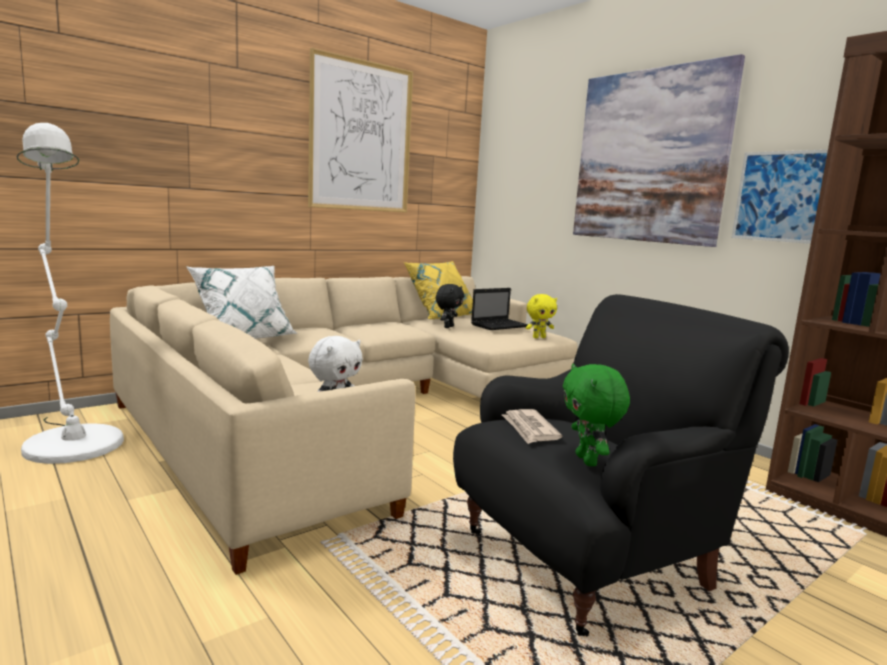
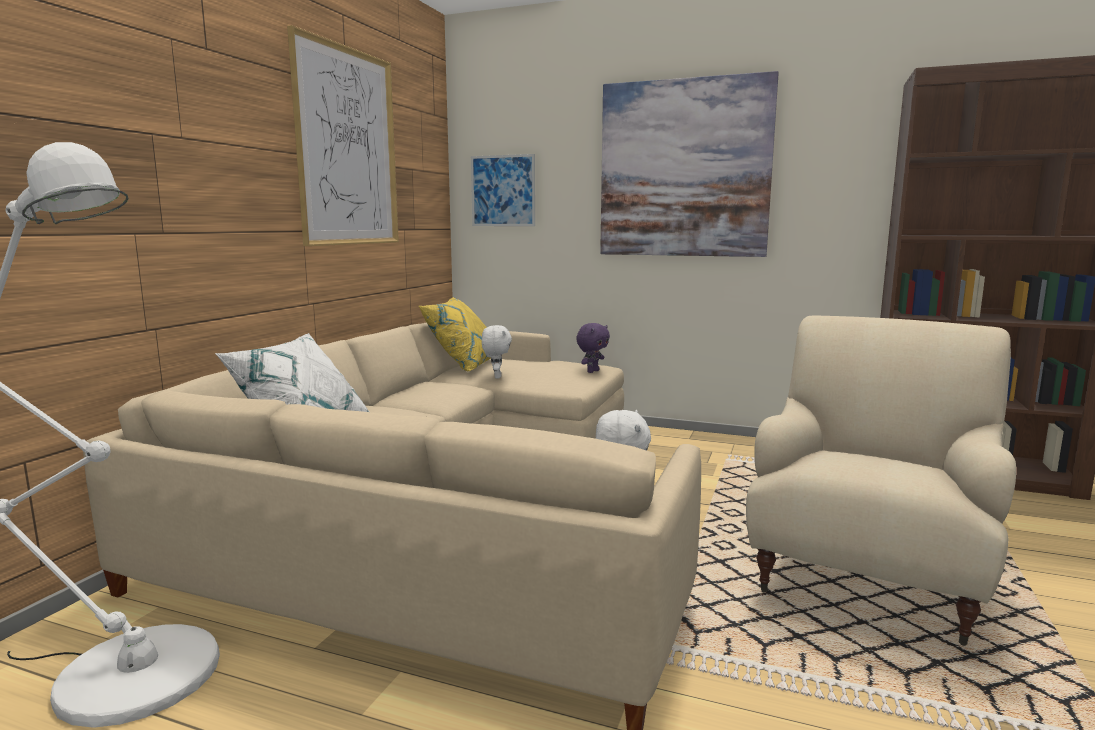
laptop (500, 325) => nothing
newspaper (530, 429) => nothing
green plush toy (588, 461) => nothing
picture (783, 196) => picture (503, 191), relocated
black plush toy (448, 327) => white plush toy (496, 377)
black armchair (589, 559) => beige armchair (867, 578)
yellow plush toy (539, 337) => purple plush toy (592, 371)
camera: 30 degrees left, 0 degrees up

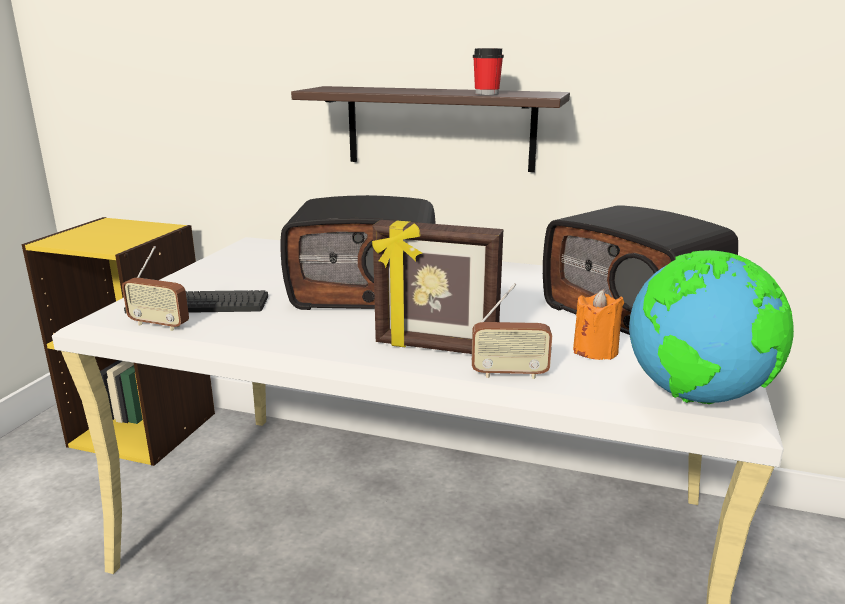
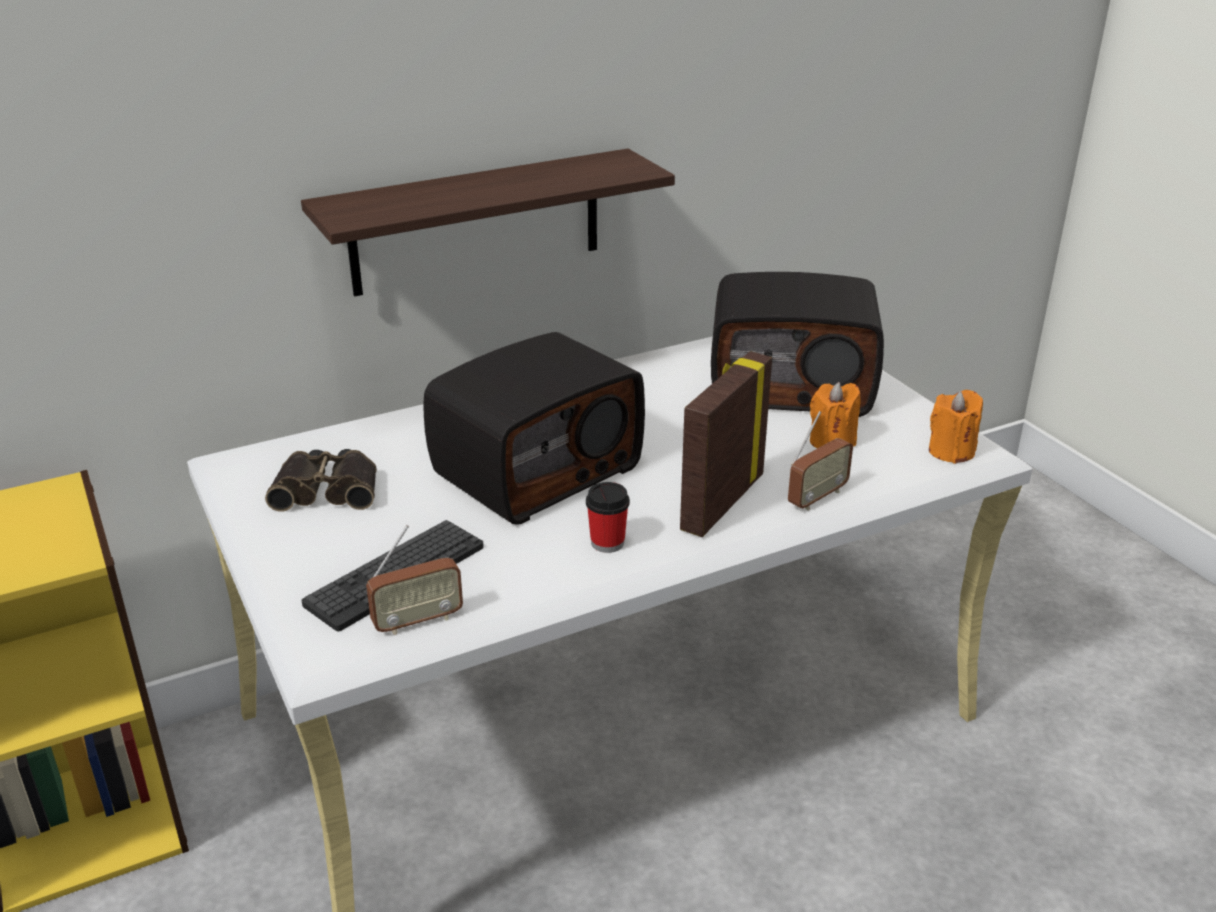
nothing => binoculars (328, 489)
cup (486, 94) => cup (607, 543), relocated
globe (697, 397) => orange candle (951, 451)
picture frame (435, 347) => picture frame (720, 502), 150 degrees clockwise
camera: 45 degrees left, 10 degrees up

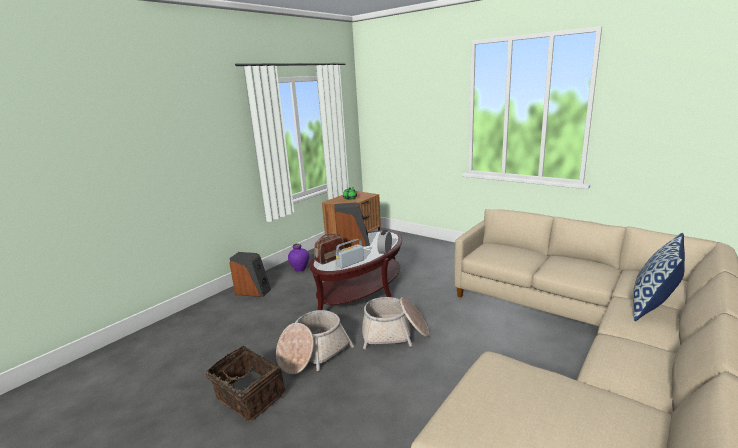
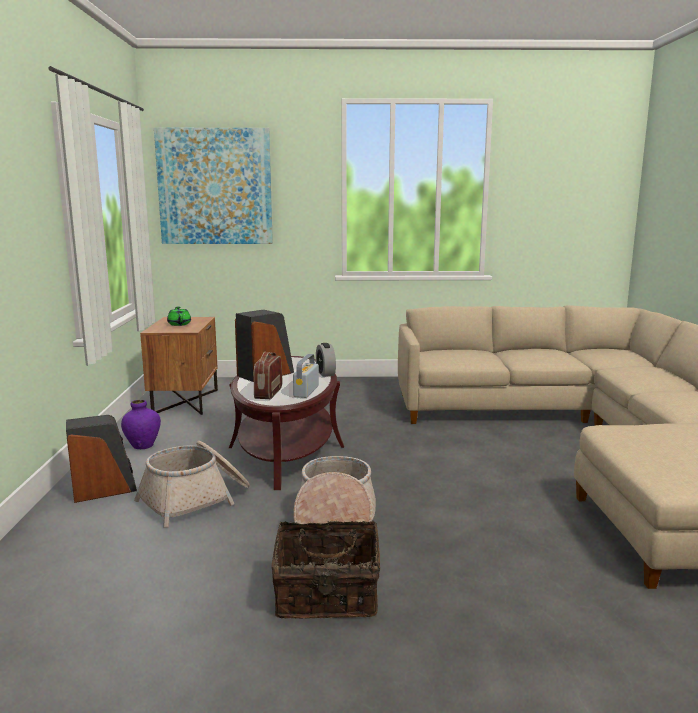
pillow (652, 307) => nothing
nothing => picture (215, 187)
basket (394, 334) => basket (196, 499), relocated
camera: 40 degrees left, 5 degrees down

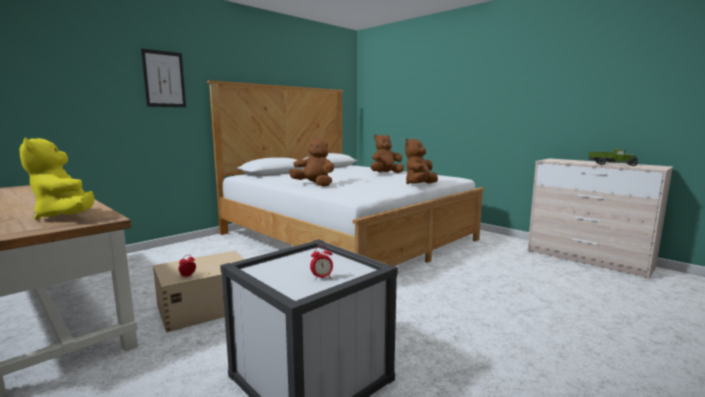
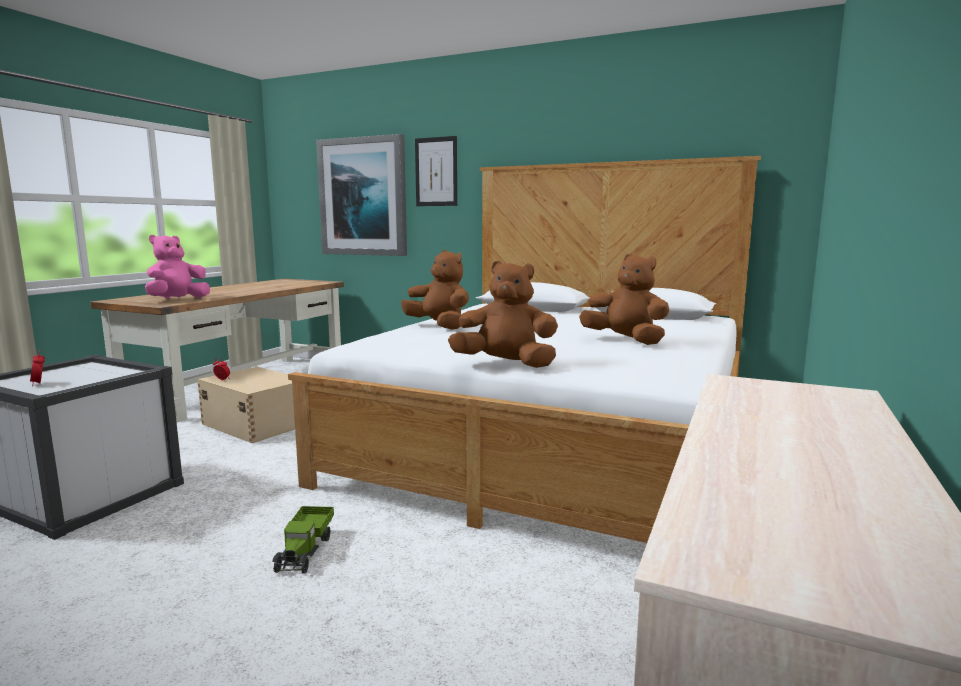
nothing => picture (363, 197)
toy truck (611, 164) => toy truck (305, 550), relocated
yellow plush toy (66, 216) => pink plush toy (177, 299)
brown plush toy (314, 185) => brown plush toy (439, 326), 60 degrees counterclockwise
camera: 70 degrees right, 0 degrees up

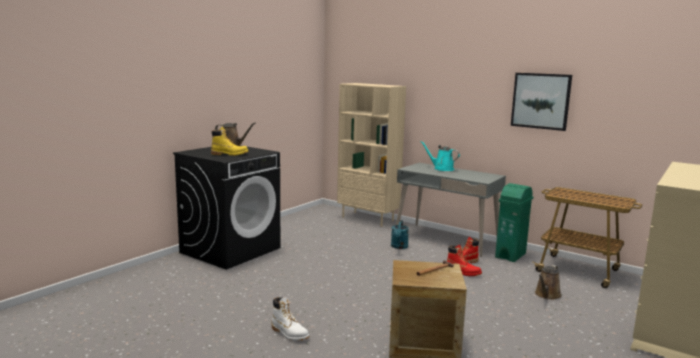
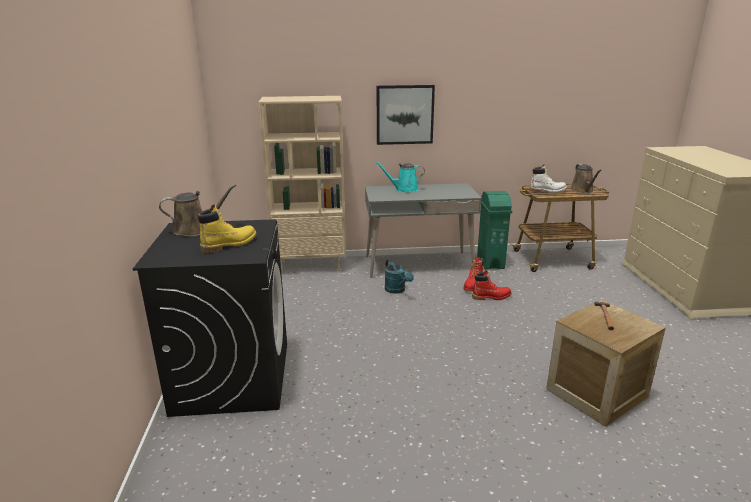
white boot (289, 334) => white boot (547, 191), relocated
picture (540, 101) => picture (404, 114), relocated
brown watering can (547, 295) => brown watering can (583, 190), relocated
camera: 40 degrees left, 10 degrees up

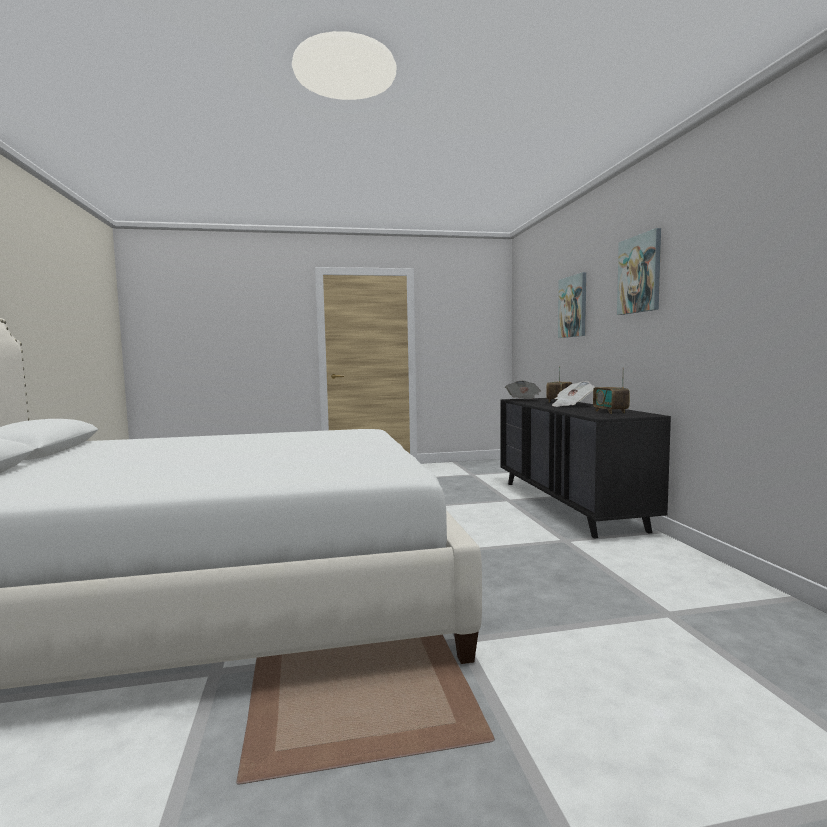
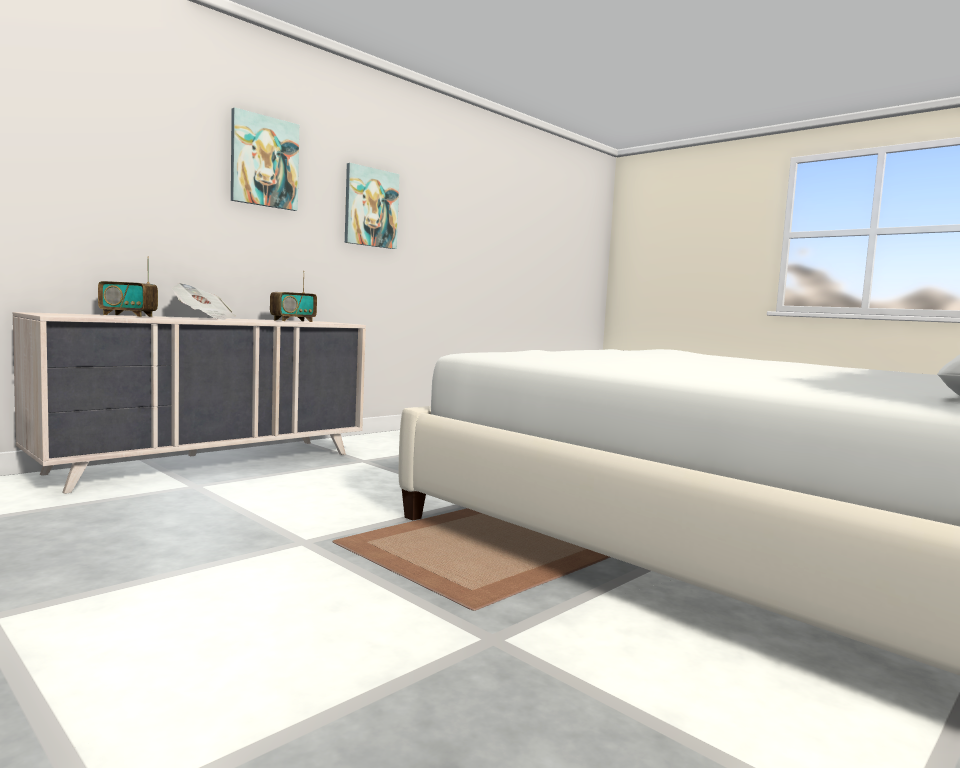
newspaper (523, 400) => nothing
picture (573, 306) => picture (371, 207), relocated
black dresser (568, 504) => beige dresser (210, 463)
camera: 125 degrees left, 0 degrees up

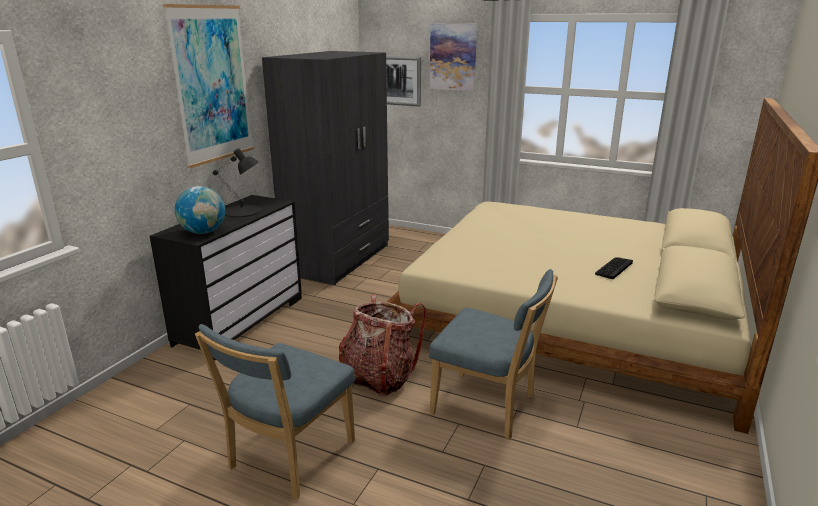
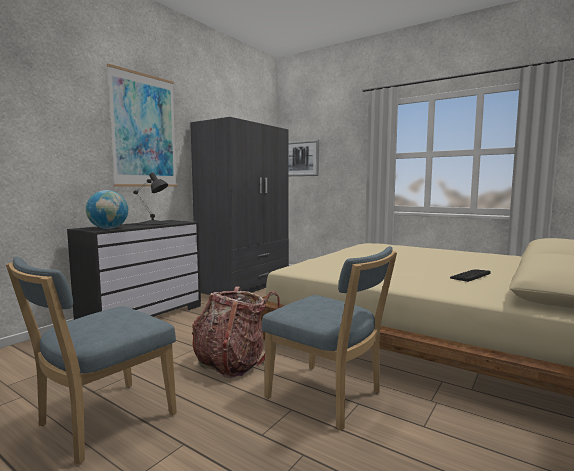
picture (453, 57) => nothing
camera: 10 degrees right, 15 degrees down

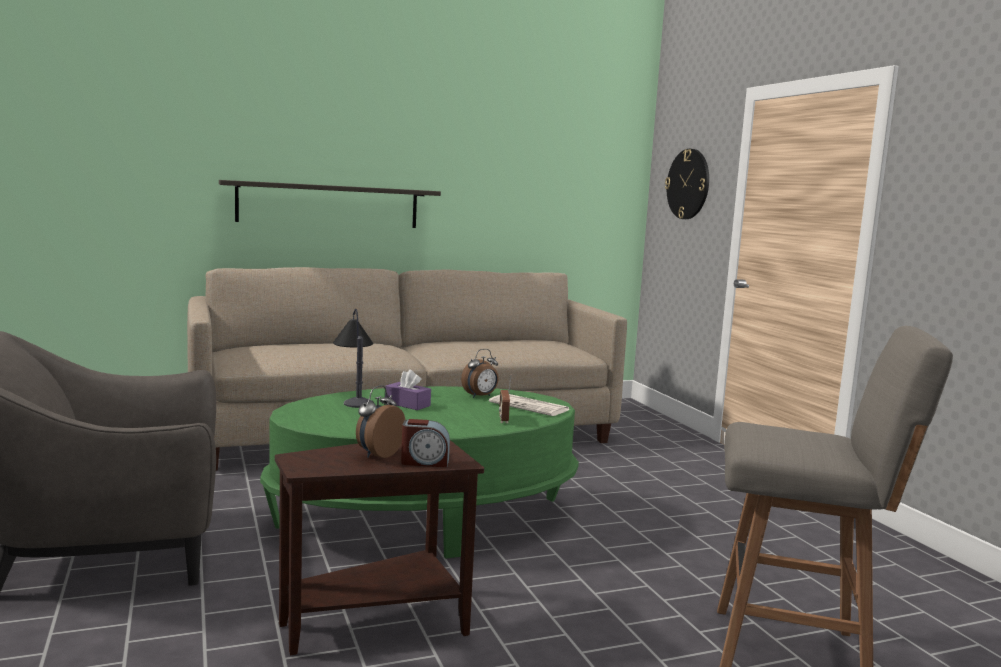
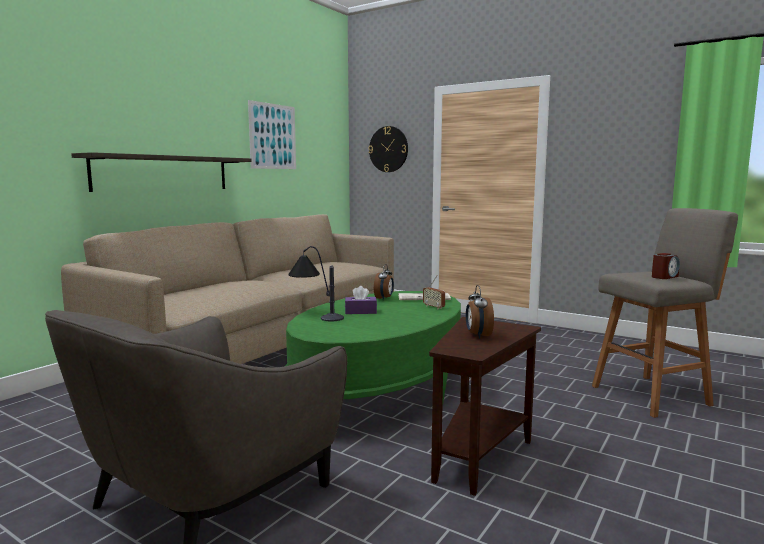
nothing => picture (273, 136)
alarm clock (424, 462) => alarm clock (664, 277), relocated
camera: 35 degrees left, 0 degrees up

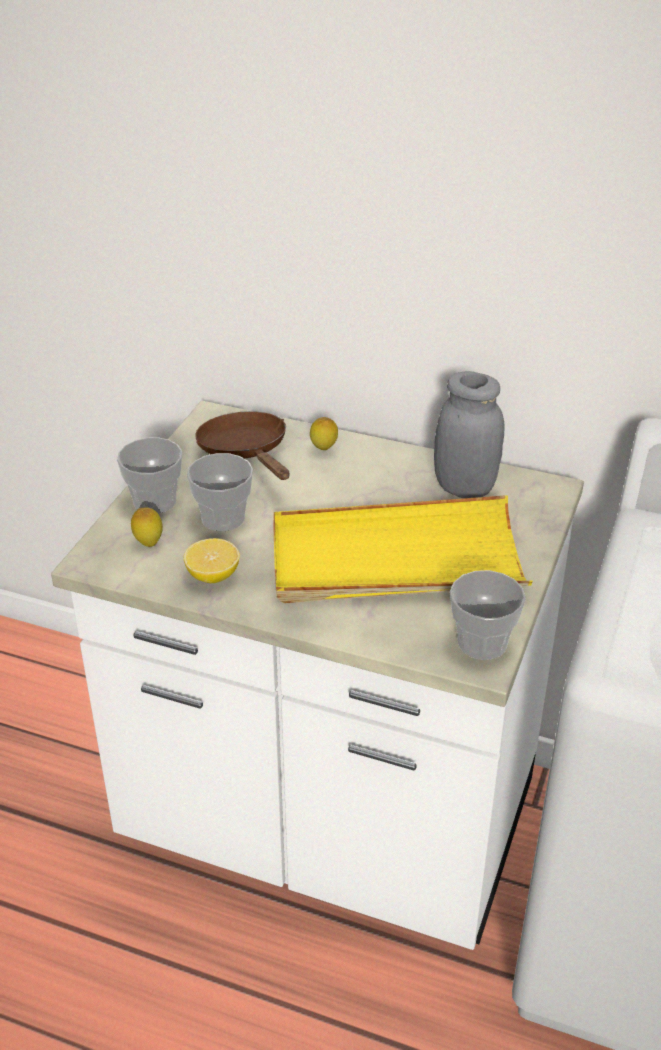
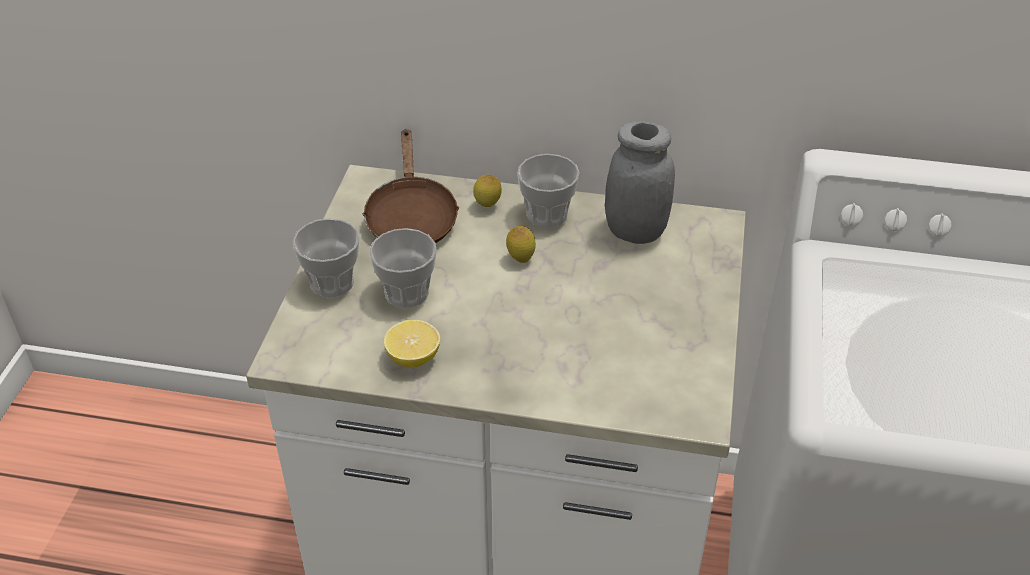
yellow tray (395, 559) => nothing
lemon (148, 543) => lemon (520, 259), relocated
cup (482, 642) => cup (547, 214), relocated
brown frying pan (246, 452) => brown frying pan (411, 218), 150 degrees counterclockwise
camera: 10 degrees left, 5 degrees up

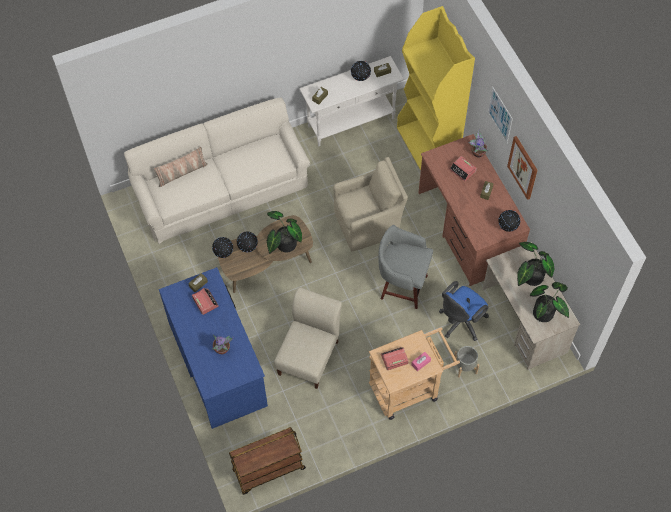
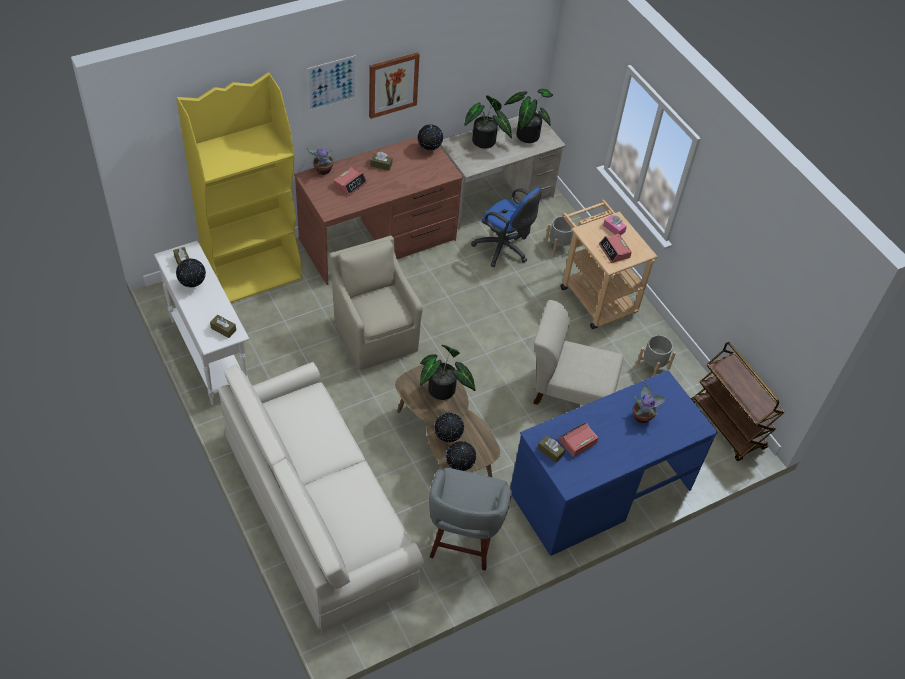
pillow (181, 172) => nothing
nothing => grey planter (653, 366)
grey stool (402, 286) => grey stool (462, 542), relocated
camera: 100 degrees left, 10 degrees down

